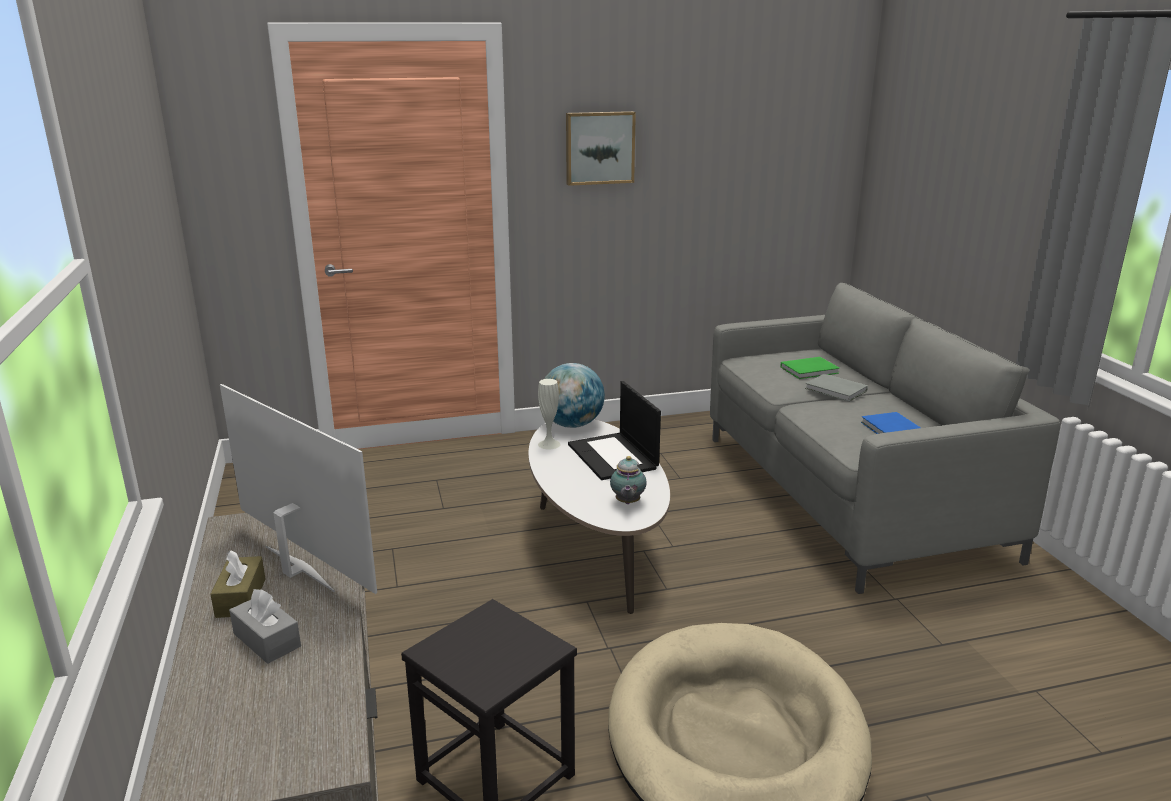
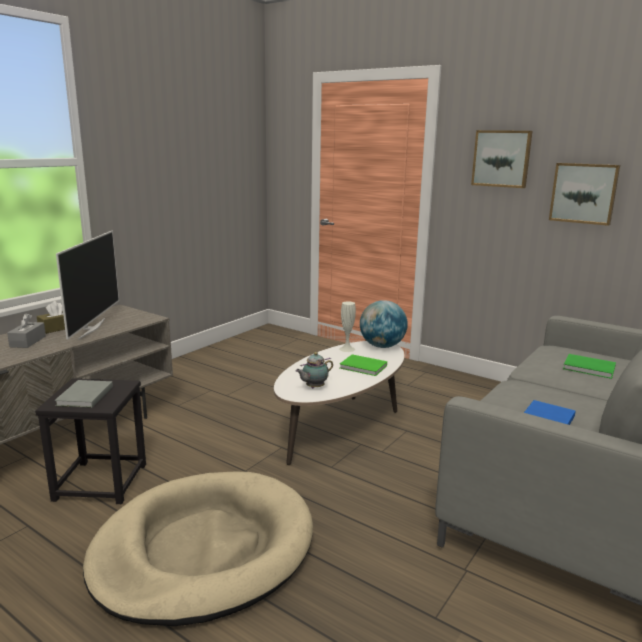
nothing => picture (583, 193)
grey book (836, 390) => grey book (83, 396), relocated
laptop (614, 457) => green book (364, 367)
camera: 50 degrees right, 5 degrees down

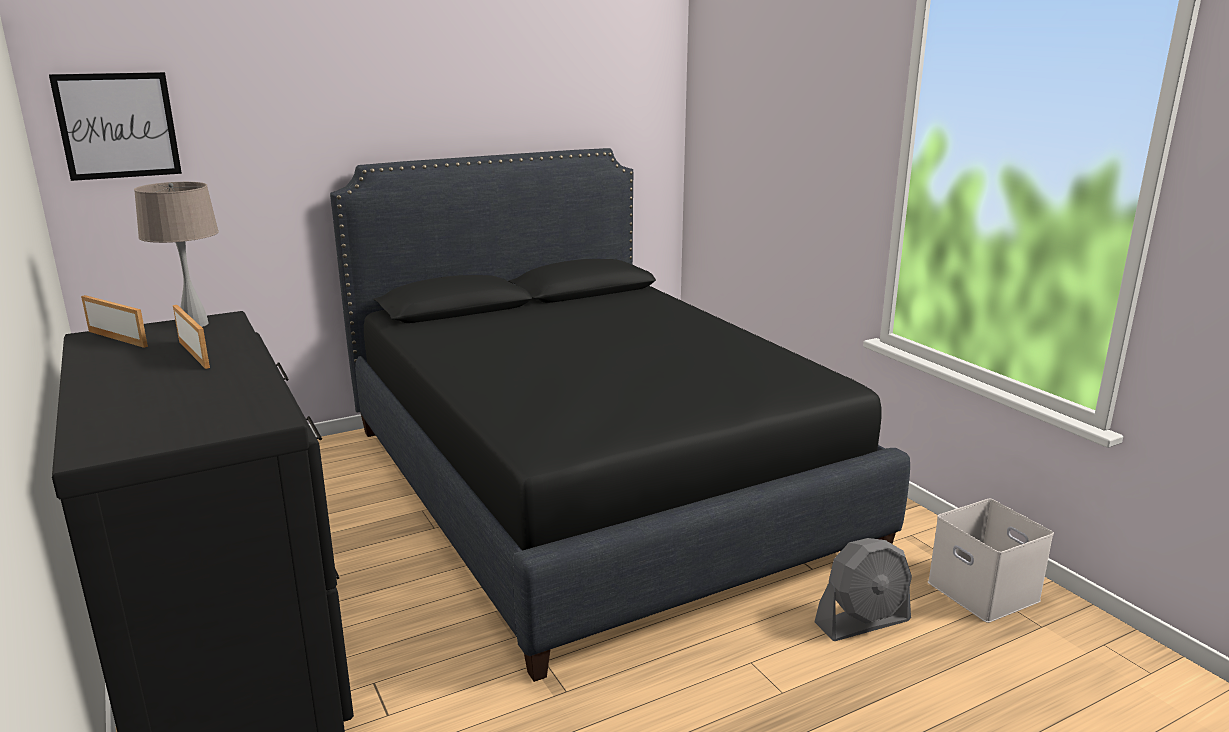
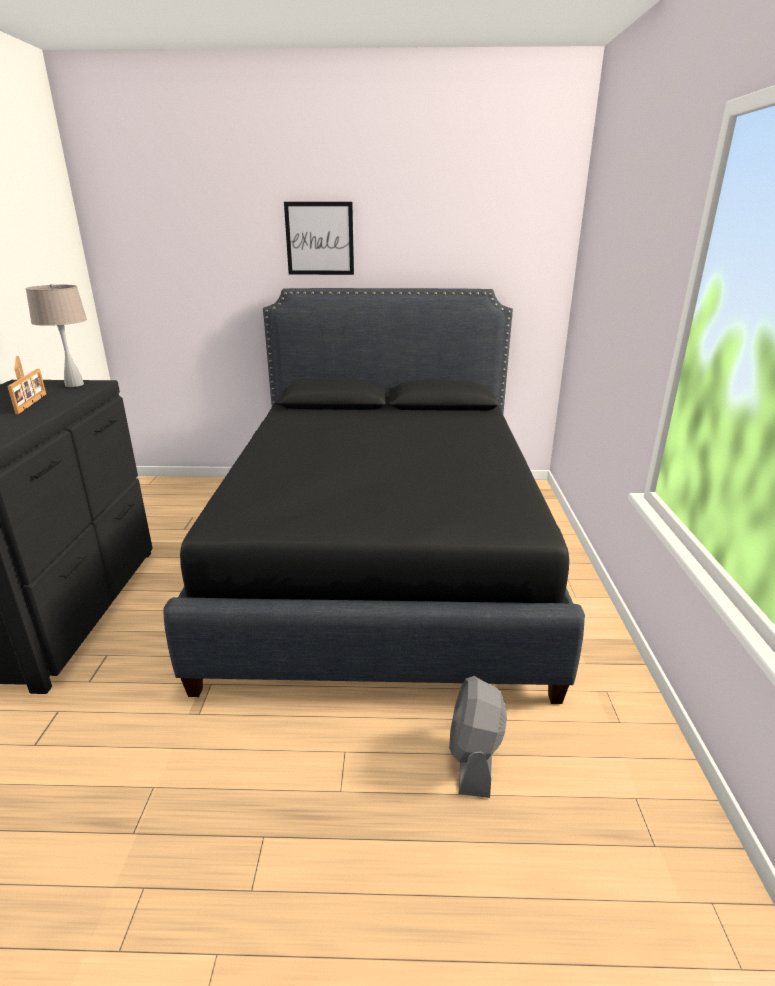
white storage box (985, 591) => nothing
picture (118, 126) => picture (319, 239), relocated
grey fan (863, 622) => grey fan (474, 758), 90 degrees clockwise
camera: 30 degrees right, 5 degrees up

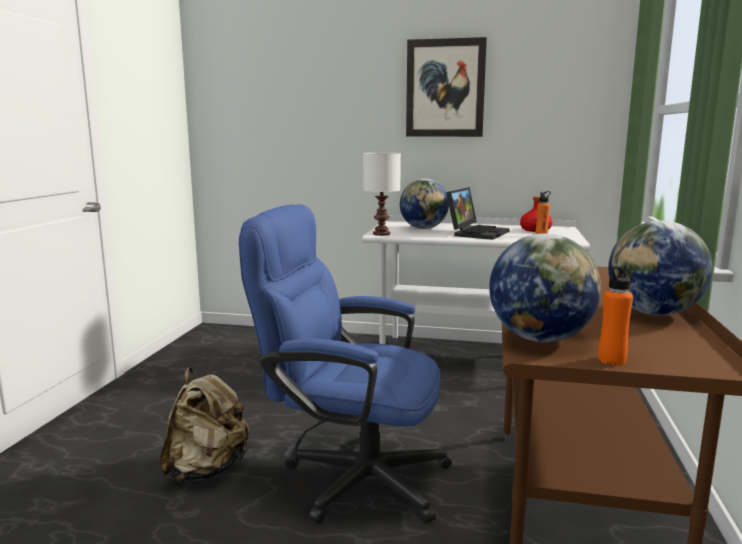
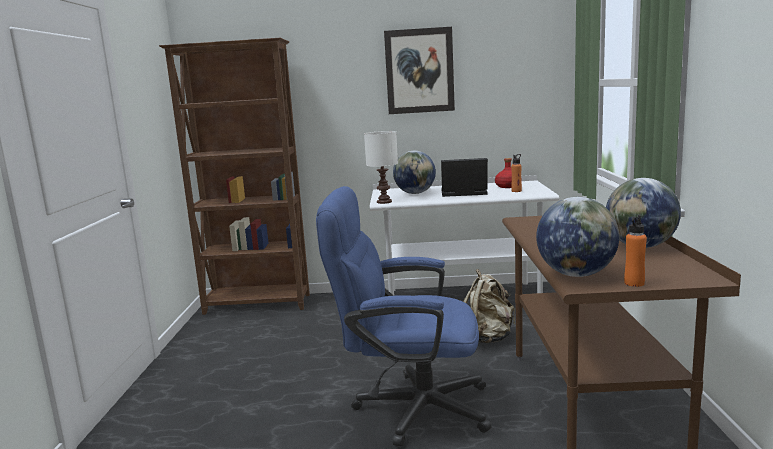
nothing => brown bookcase (258, 305)
beige backpack (207, 469) => beige backpack (489, 338), relocated
laptop (476, 233) => laptop (462, 193), 105 degrees counterclockwise
camera: 10 degrees left, 0 degrees up

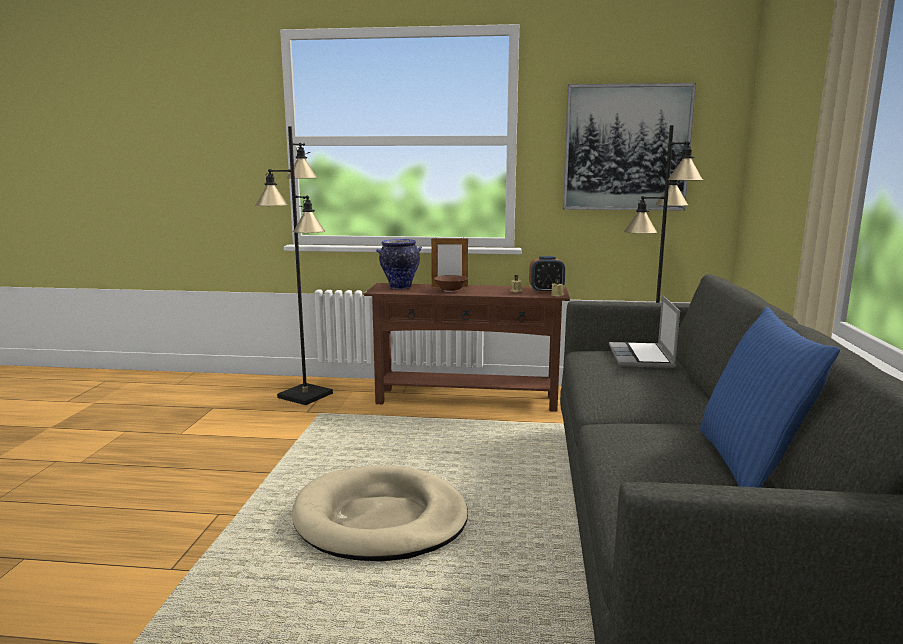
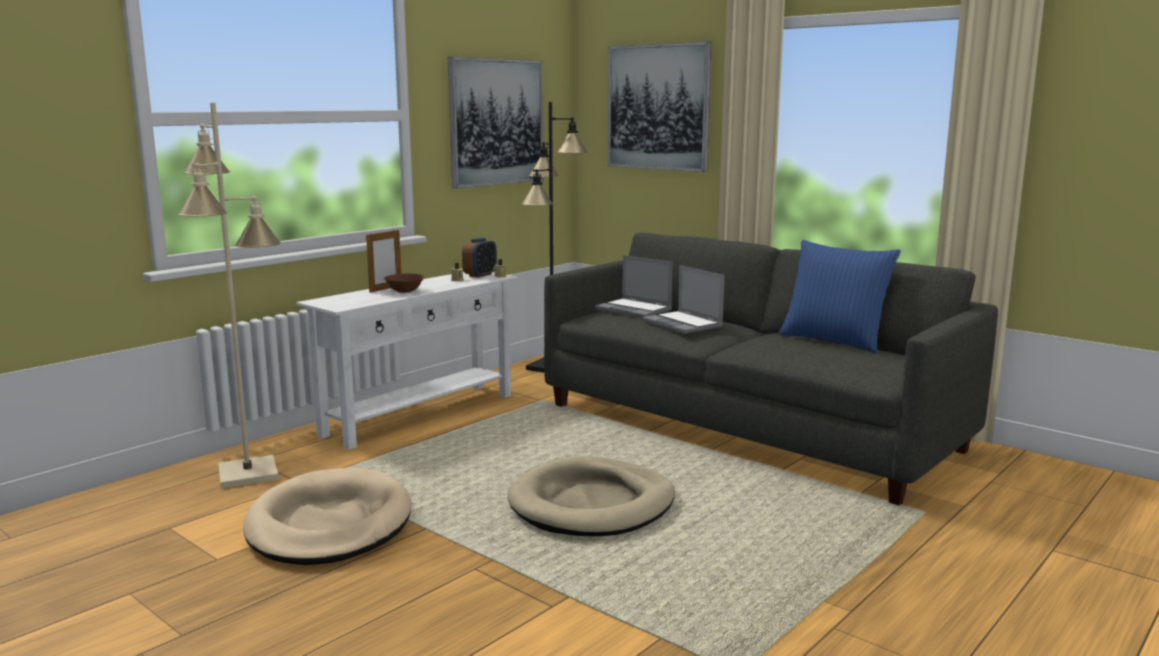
vase (399, 287) => nothing
nothing => beige dog bed (329, 524)
nothing => picture (658, 107)
nothing => laptop (684, 324)
black floor lamp (306, 395) => beige floor lamp (249, 473)
brown console table (467, 399) => white console table (419, 414)
camera: 55 degrees left, 0 degrees up

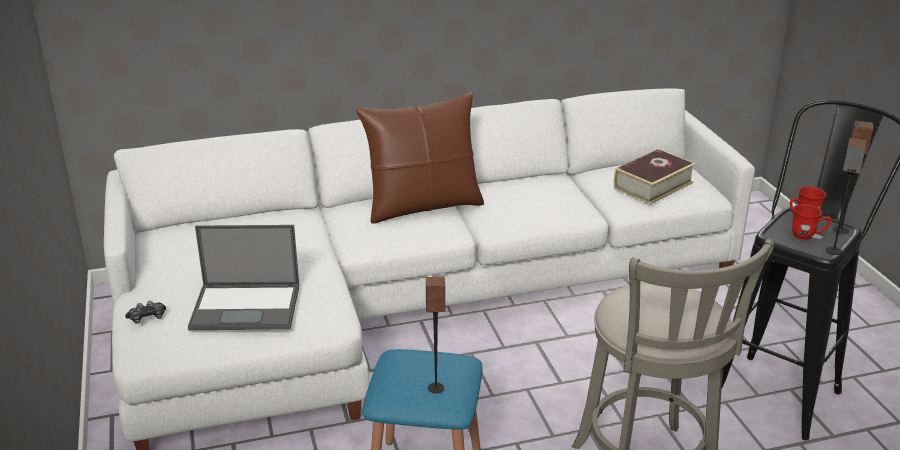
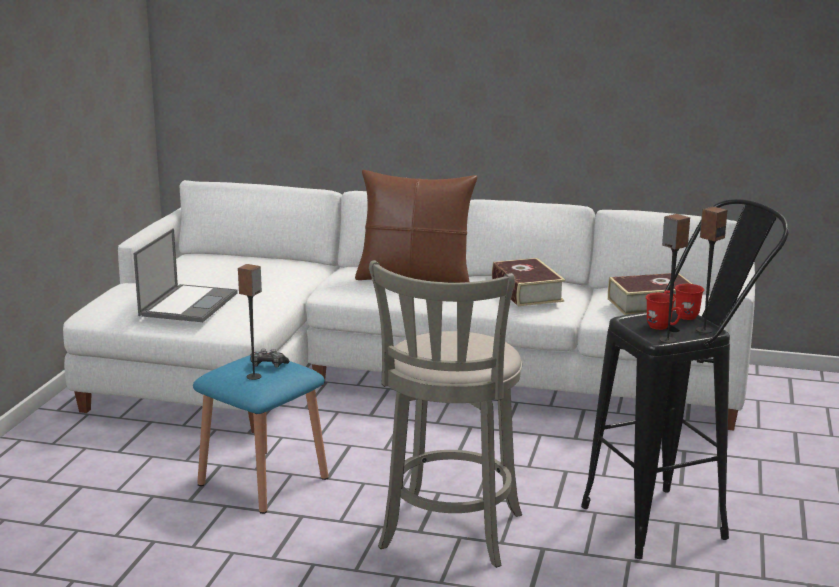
nothing => book (527, 292)
game controller (147, 318) => game controller (268, 365), relocated
laptop (247, 307) => laptop (189, 304), 105 degrees counterclockwise
camera: 30 degrees right, 10 degrees down

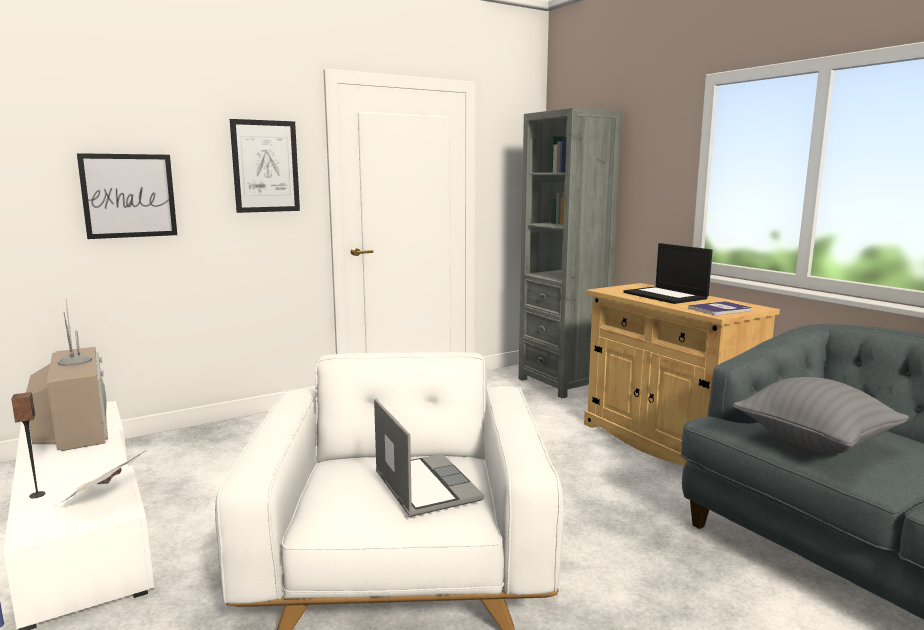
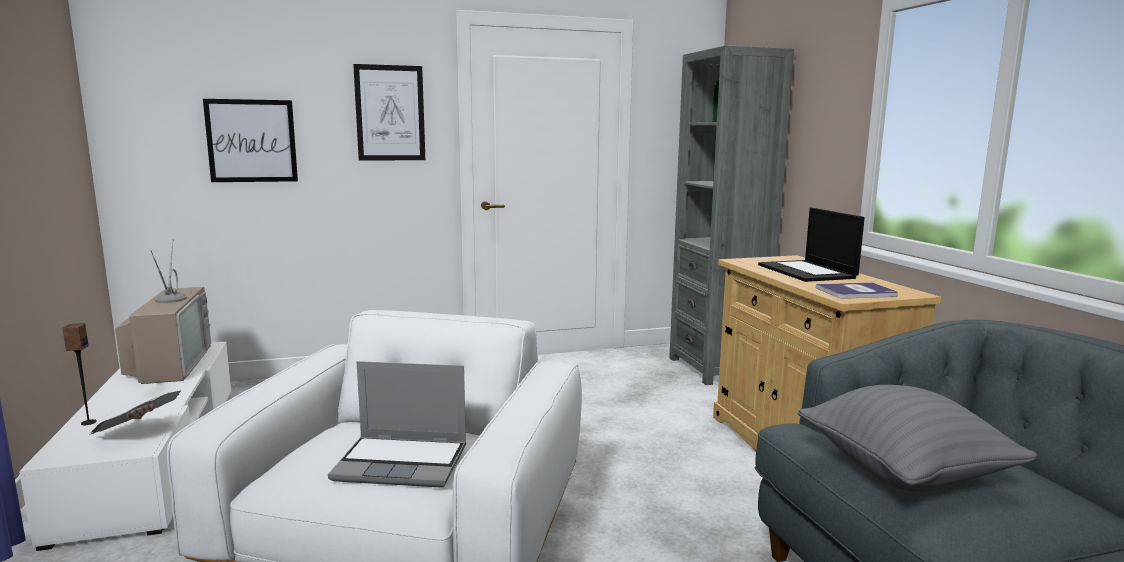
laptop (424, 486) => laptop (403, 463), 105 degrees clockwise
camera: 15 degrees right, 0 degrees up

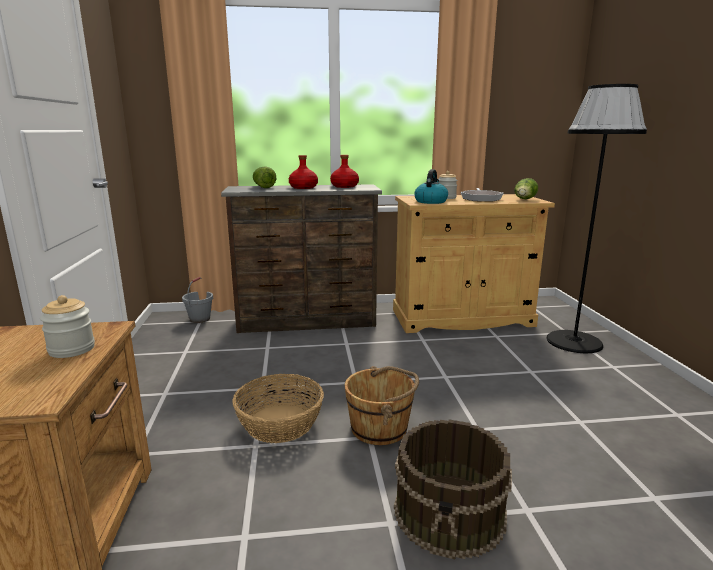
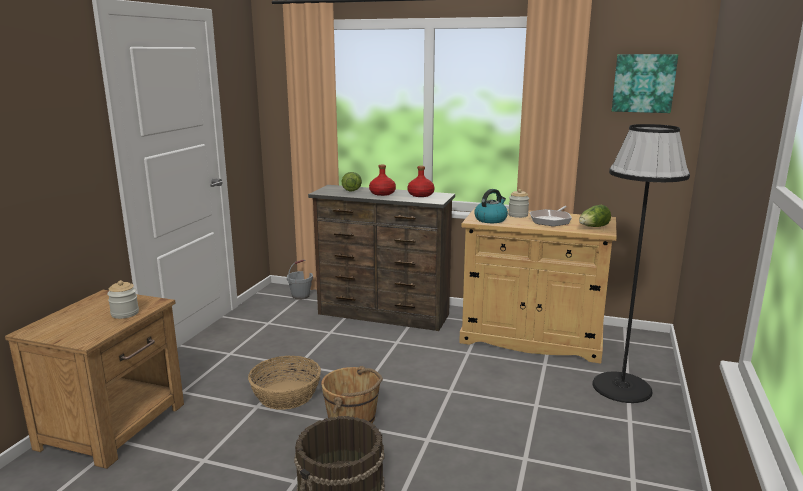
nothing => picture (643, 83)
camera: 25 degrees right, 0 degrees up

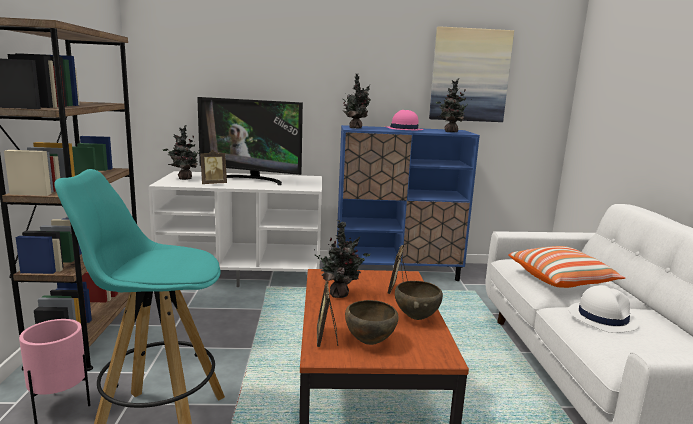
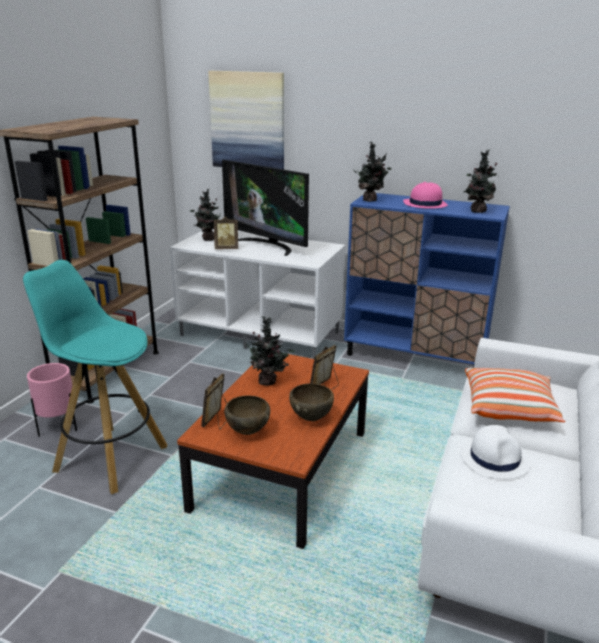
picture (469, 75) => picture (247, 121), relocated
camera: 25 degrees right, 10 degrees up

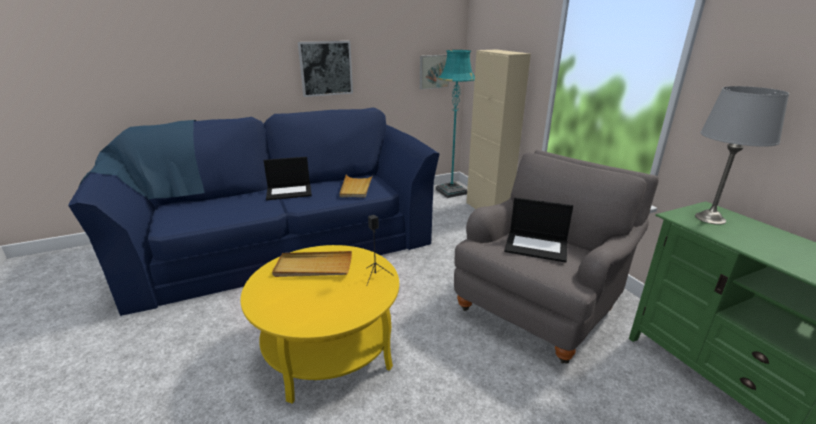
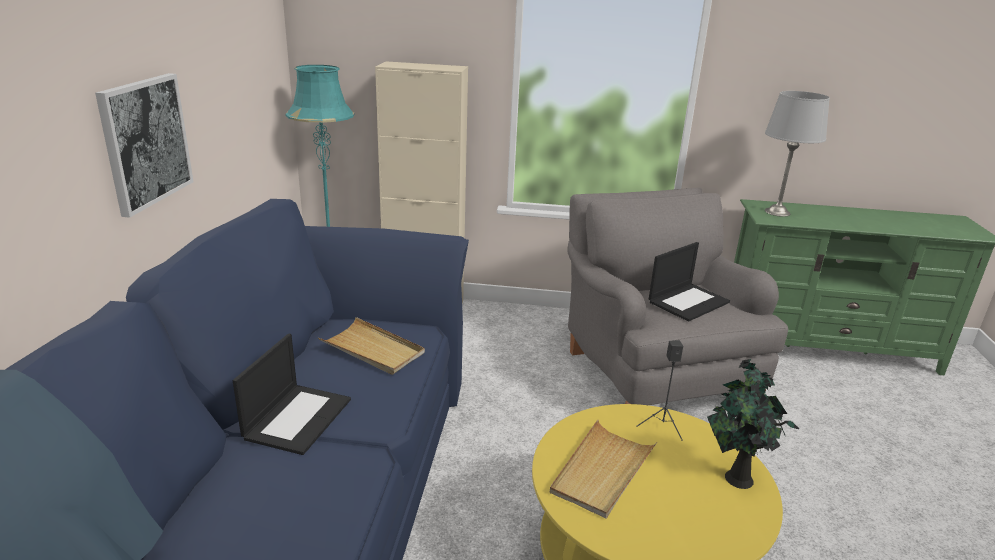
picture (433, 71) => nothing
nothing => potted plant (736, 478)
camera: 60 degrees left, 0 degrees up

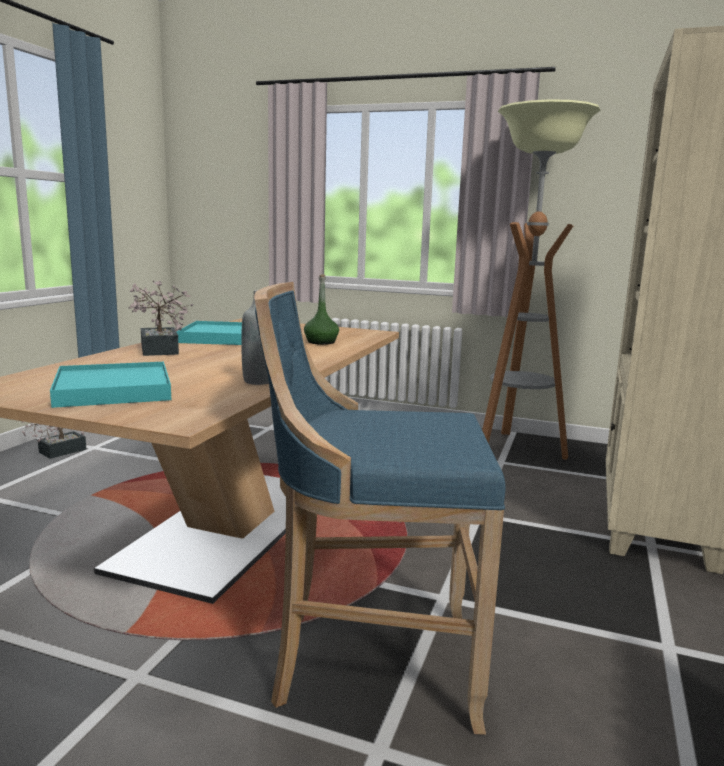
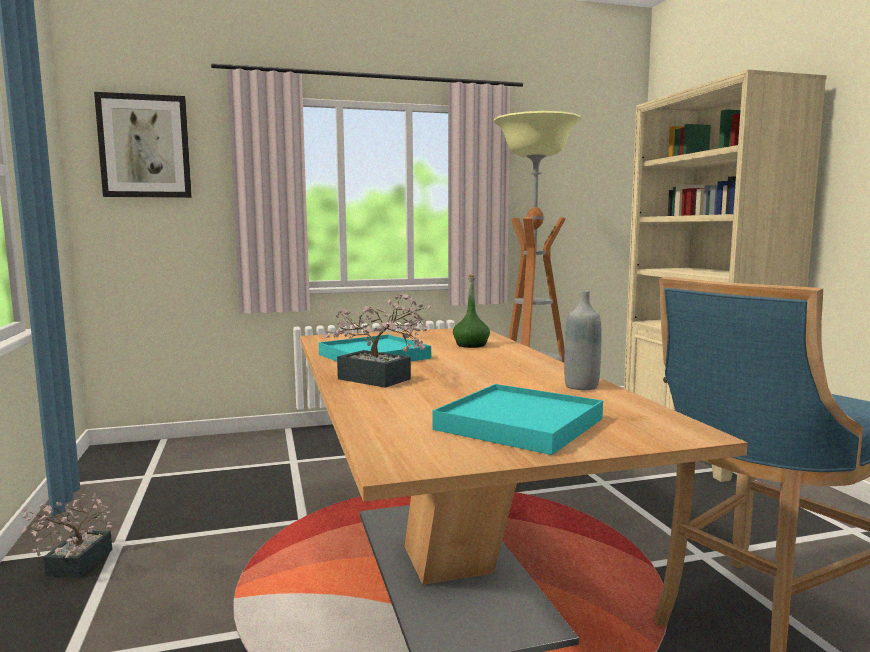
nothing => picture (145, 146)
camera: 35 degrees left, 5 degrees down

